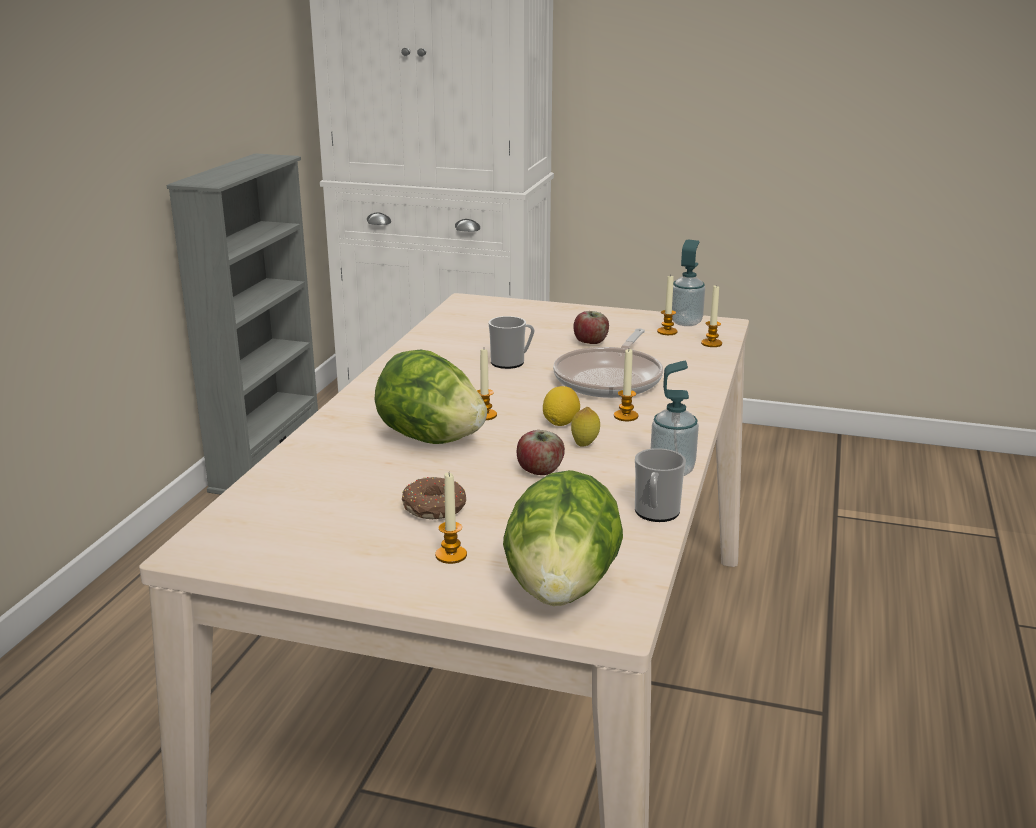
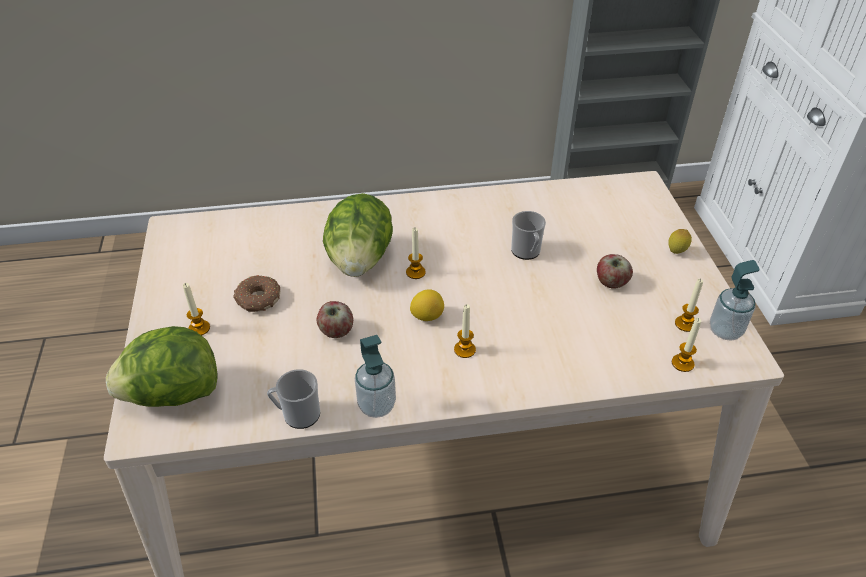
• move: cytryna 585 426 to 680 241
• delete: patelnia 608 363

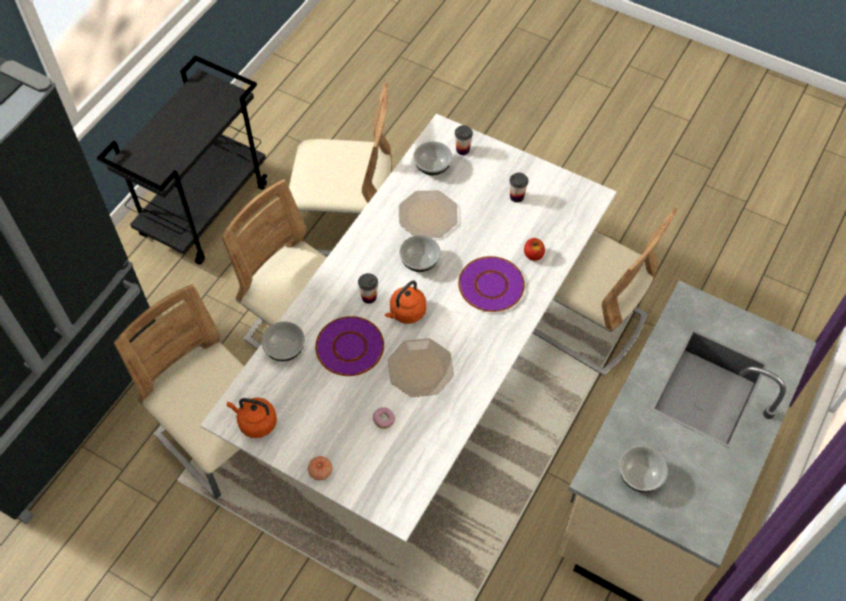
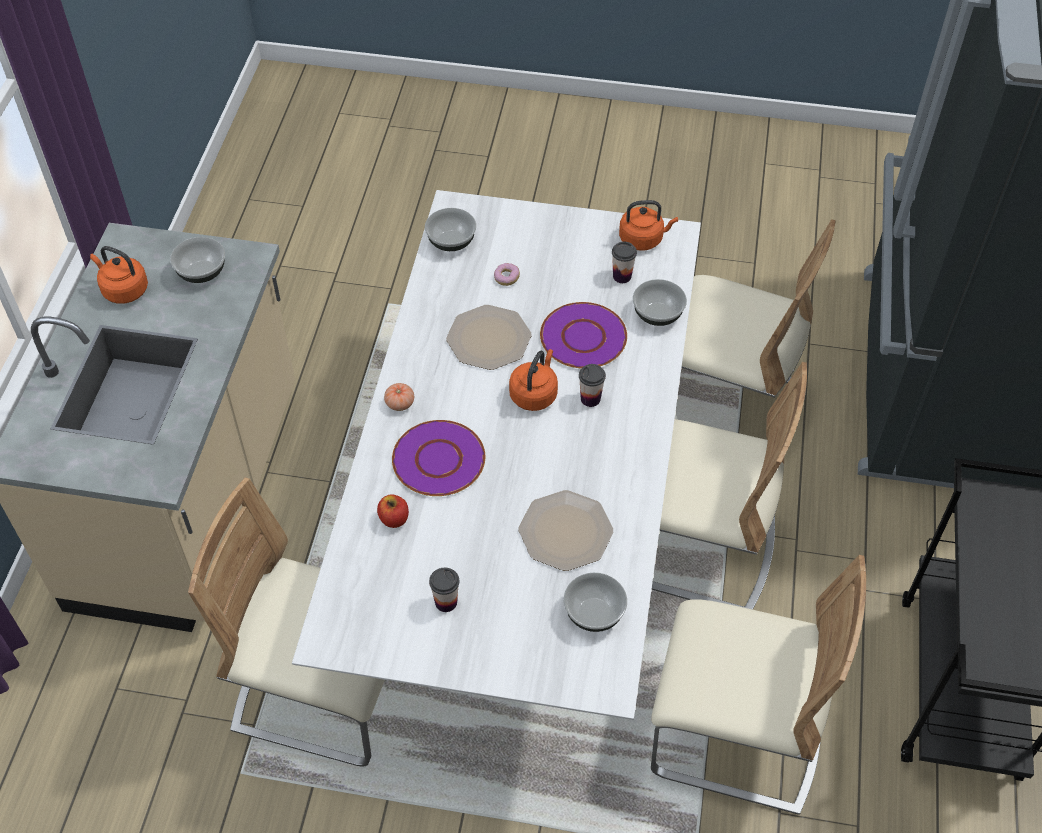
• insert: czajnik (pomarańczowy) 119 275
• move: pomidor 320 468 to 399 397
• move: miska 420 253 to 450 229
• move: filiżanka 464 140 to 624 262
• rotate: krzesło (beżowy) 340 169 = 758 685 150 degrees counterclockwise

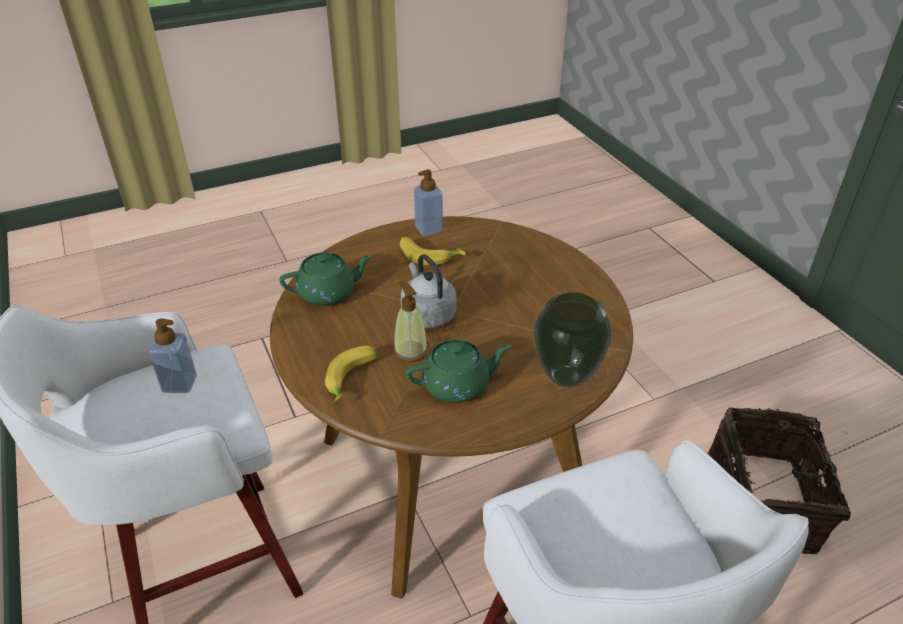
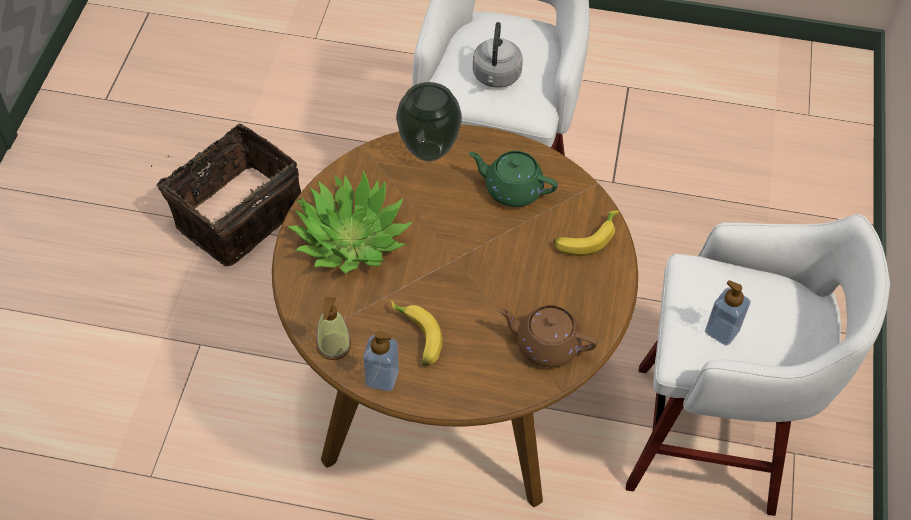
• insert: roślina doniczkowa 350 222
• move: dozownik mydła 411 321 to 334 328
• move: czajnik (szary) 429 291 to 498 55
• recolor: imbryk (zielony) 325 279 to imbryk (brązowy) 548 336

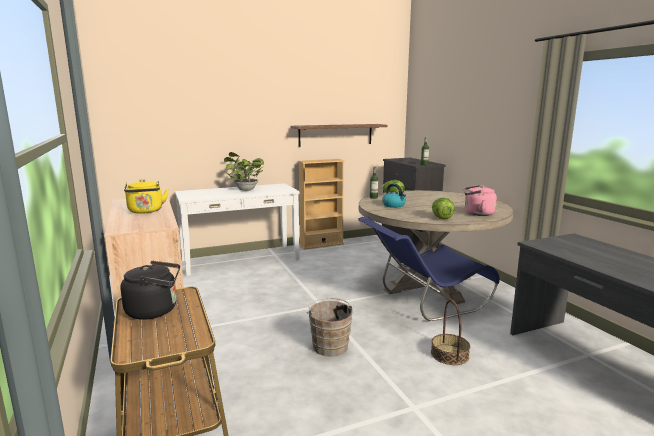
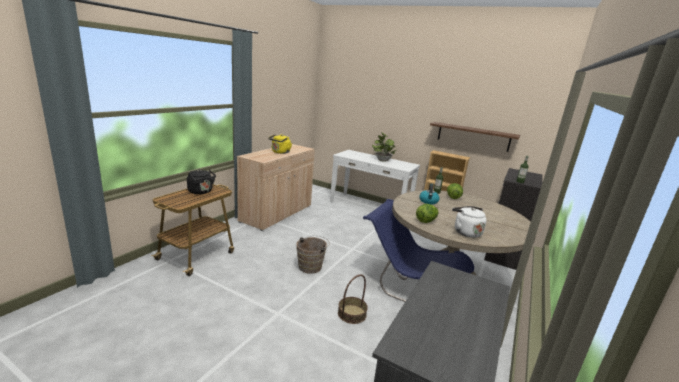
• recolor: czajnik (różowy) 480 200 to czajnik (biały) 469 222

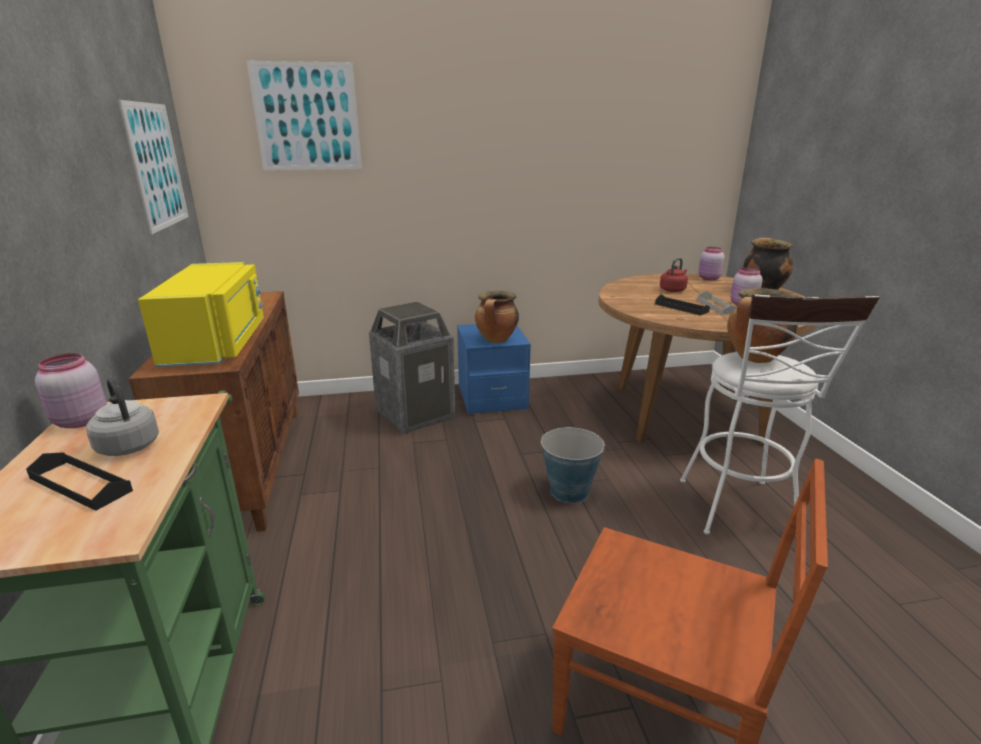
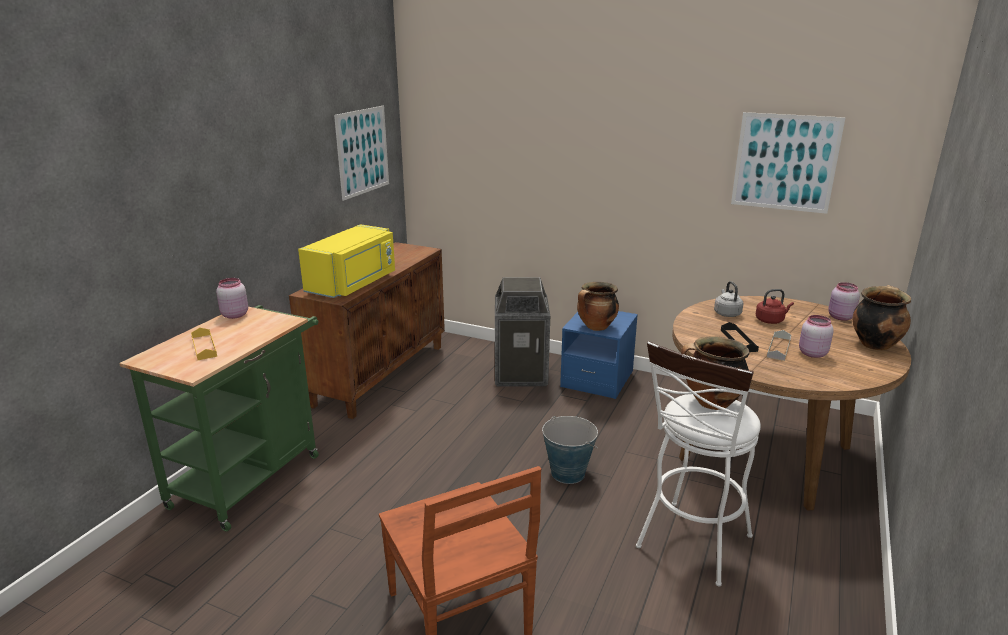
• recolor: taca (czarny) 79 481 to taca (żółty) 204 344
• move: czajnik (szary) 122 417 to 728 299
• move: obraz 304 115 to 788 163

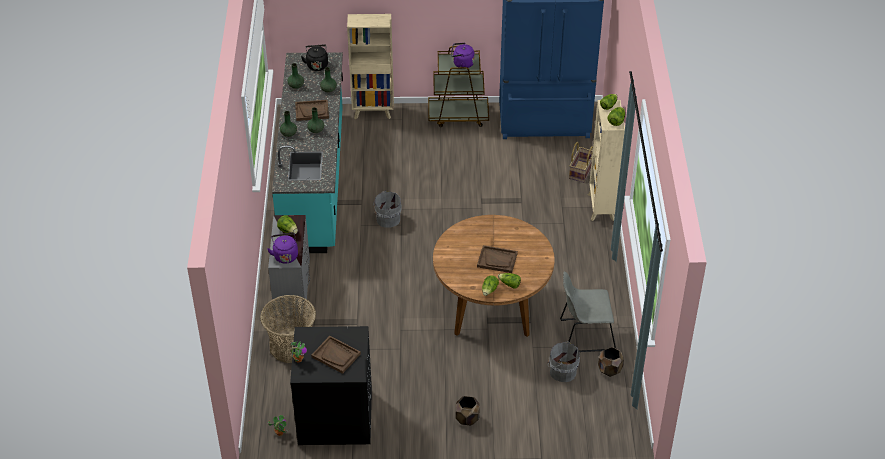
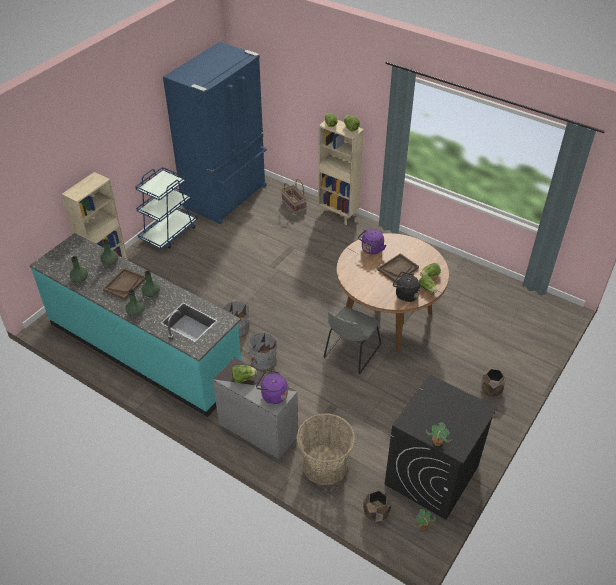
• recolor: wózek (brązowy) 458 86 to wózek (niebieski) 166 208
• move: wiadro (szary) 564 361 to 261 351
• move: krzesło (szary) 588 311 to 352 340
• move: czajnik (fioletowy) 463 55 to 372 241
• move: donica (brązowy) 611 362 to 377 506
• move: czajnik (czarny) 314 57 to 406 287
• delete: taca (brązowy) 336 355

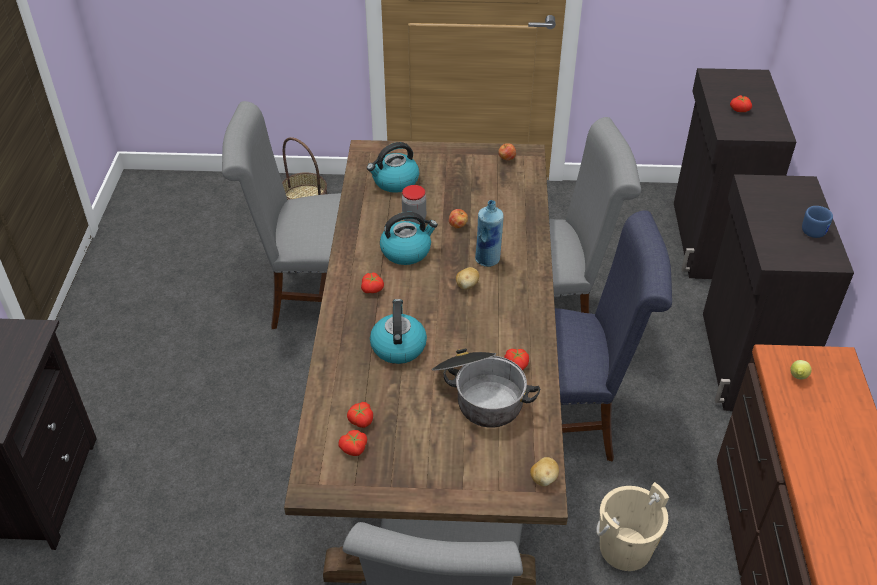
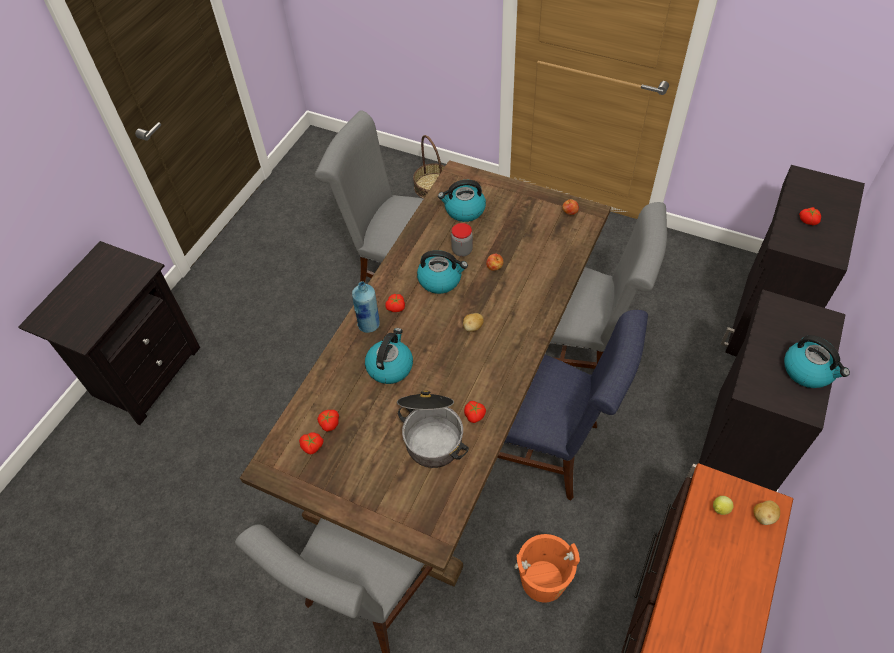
• move: butelka (niebieski) 489 233 to 366 307
• recolor: wiadro (beżowy) 632 526 to wiadro (pomarańczowy) 547 568
• move: ziemniak 544 471 to 766 512
• replace: kubek (niebieski) 817 222 to czajnik 817 361

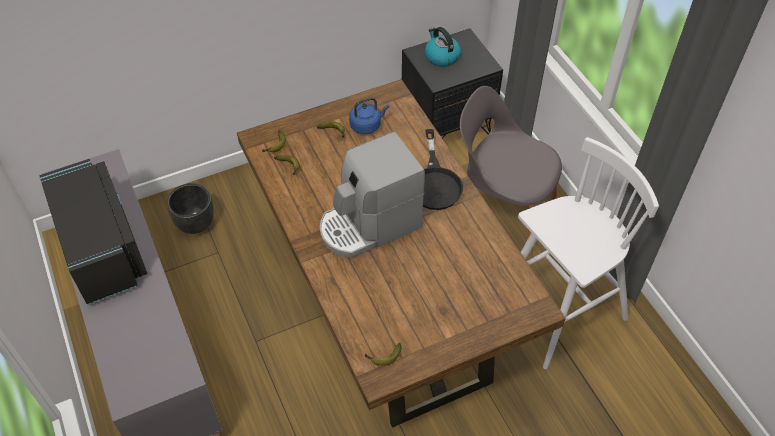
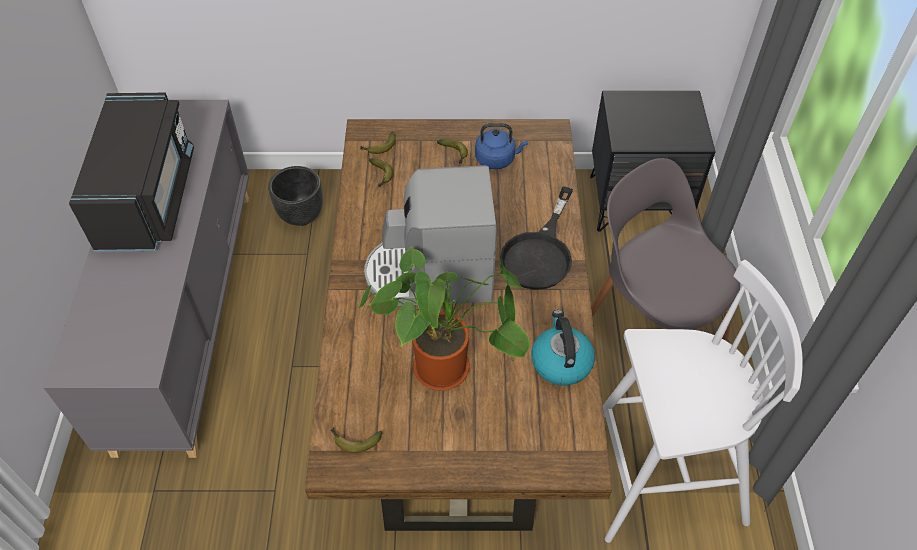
• insert: roślina doniczkowa 444 318
• move: czajnik 443 47 to 563 347

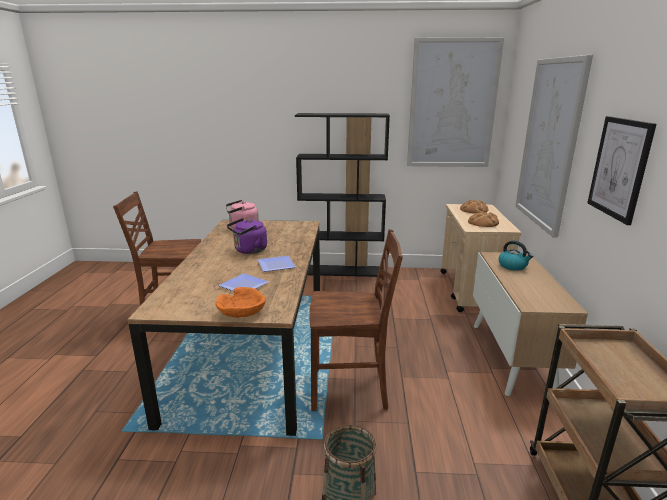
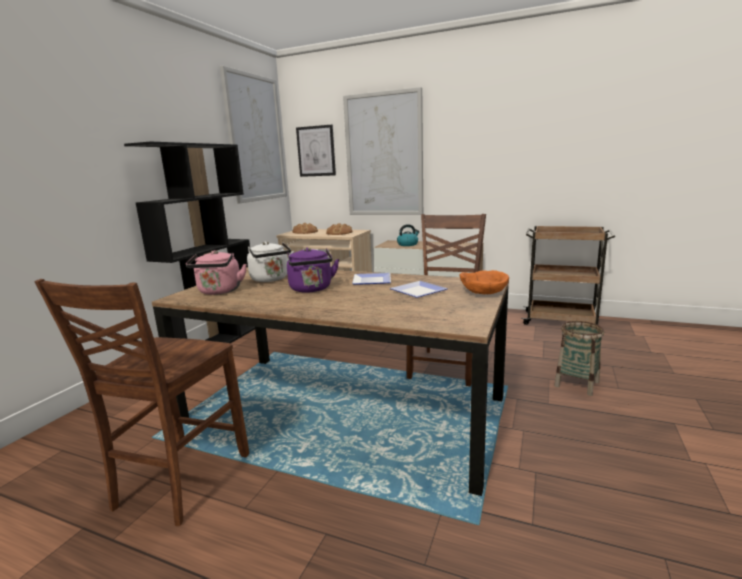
• insert: czajnik (biały) 270 261
• move: obraz 621 170 to 316 151

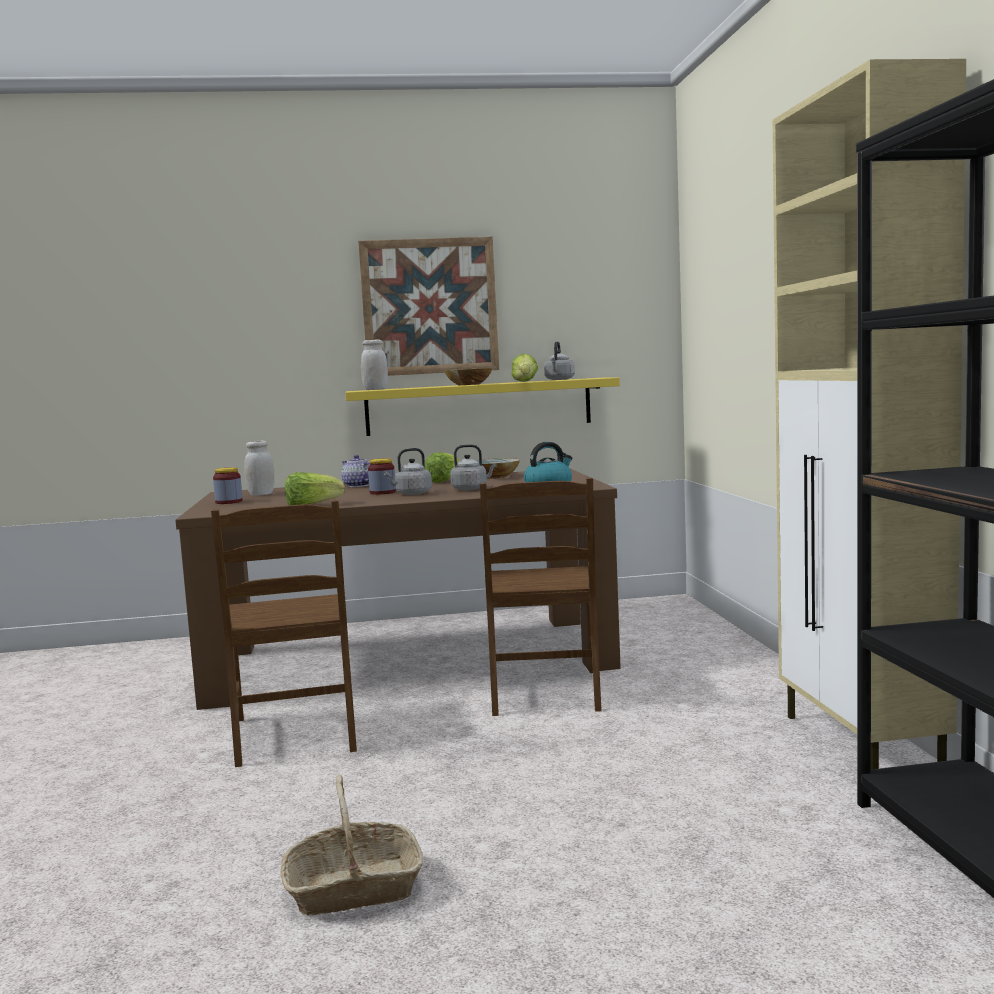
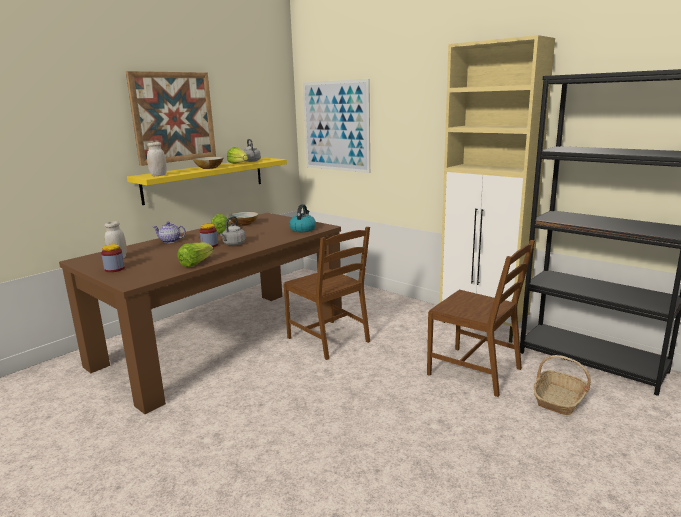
• insert: obraz 336 126
• move: krzesło (brązowy) 284 633 to 481 318
• move: koszyk 351 845 to 562 385
• delete: czajnik (szary) 473 467

